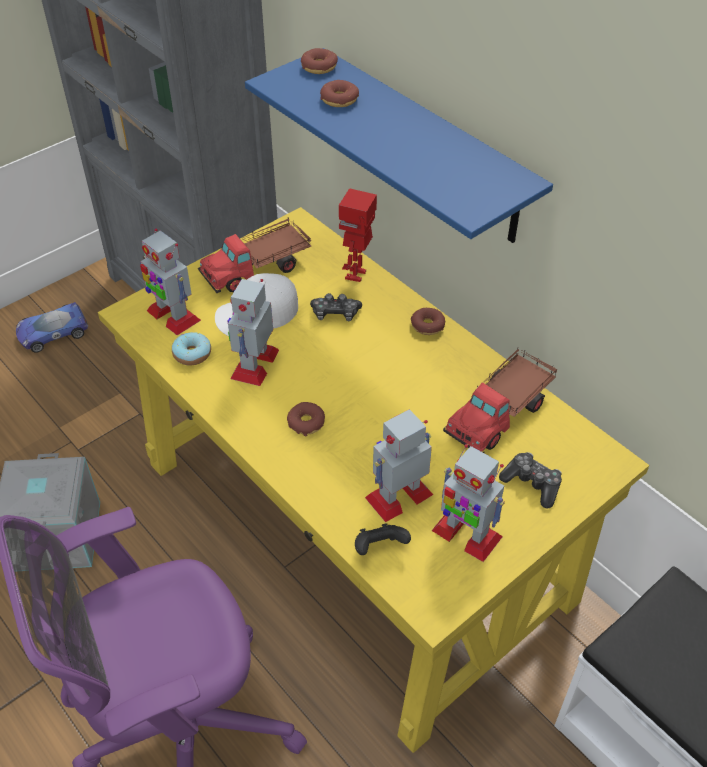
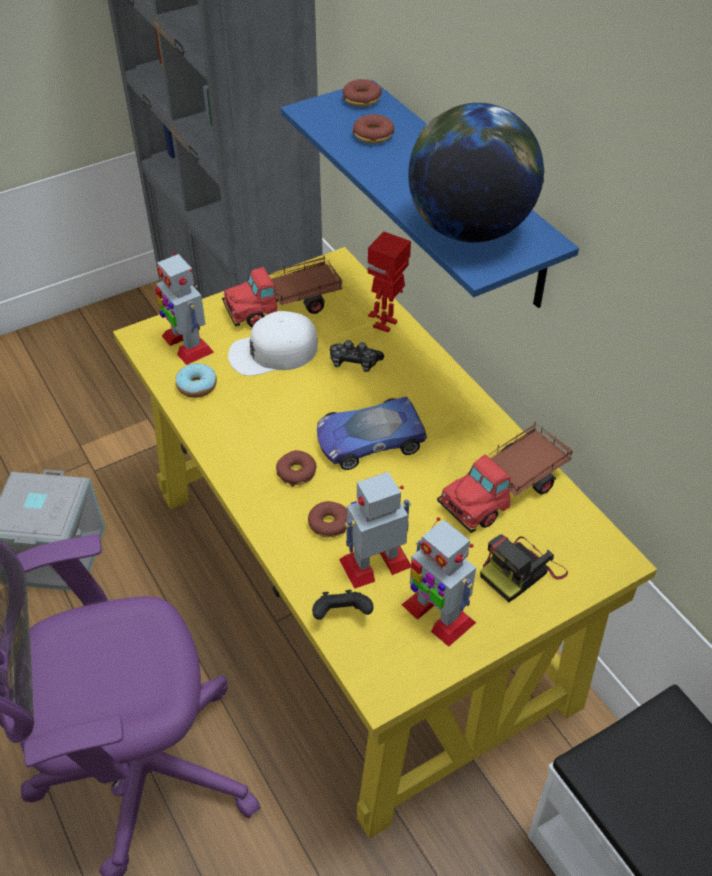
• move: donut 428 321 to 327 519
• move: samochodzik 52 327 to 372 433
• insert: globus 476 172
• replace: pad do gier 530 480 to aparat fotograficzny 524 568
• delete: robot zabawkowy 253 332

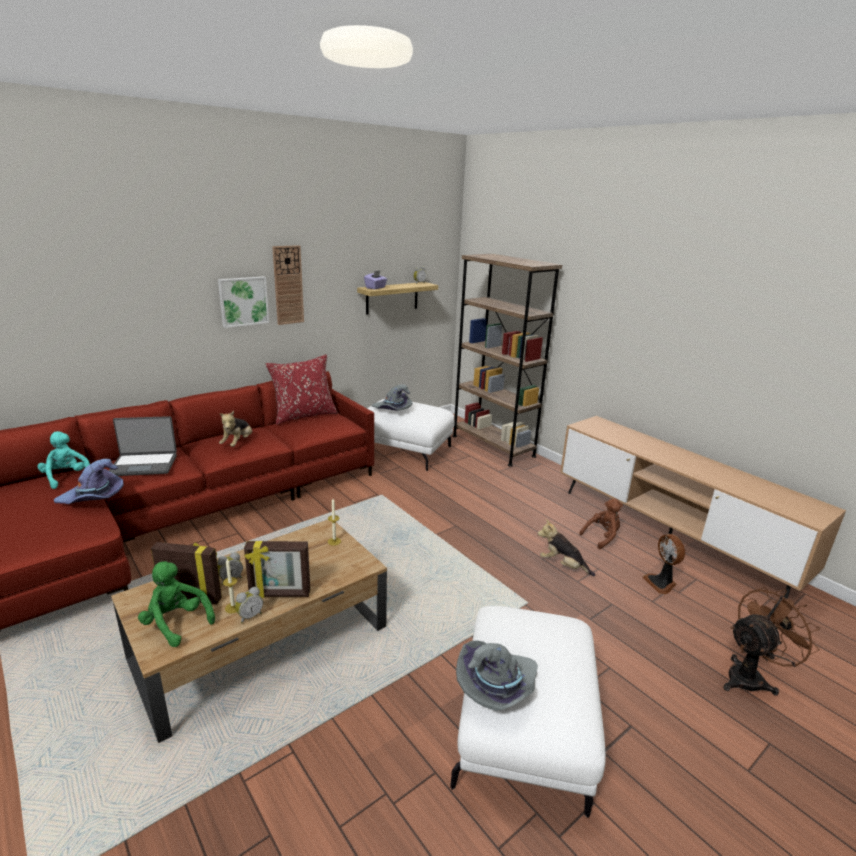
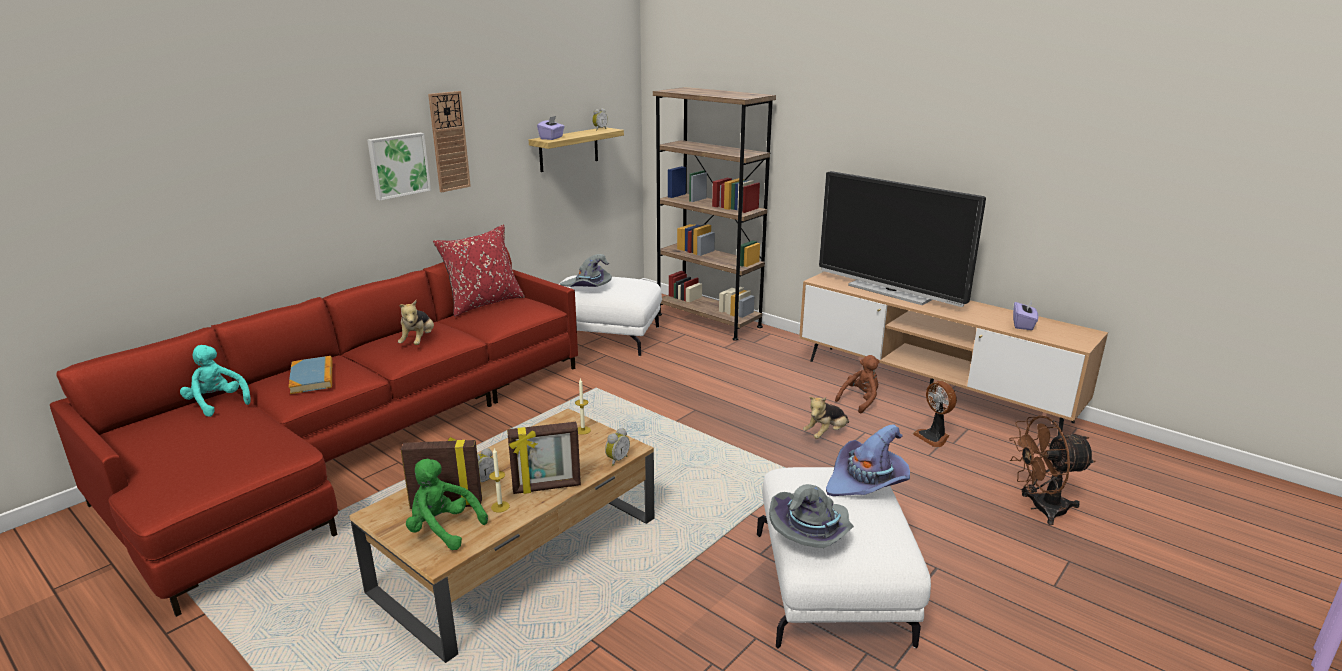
• replace: laptop 143 446 to książka 310 375
• move: budzik 249 605 to 617 447
• rotate: pluszak 566 547 = 826 418 60 degrees counterclockwise
• insert: telewizor 902 239
• move: kapelusz (fioletowy) 89 481 to 868 460
• rotate: wentylator (brązowy) 772 641 = 1052 470 150 degrees counterclockwise
• insert: pudełko chusteczek (fioletowy) 1025 315

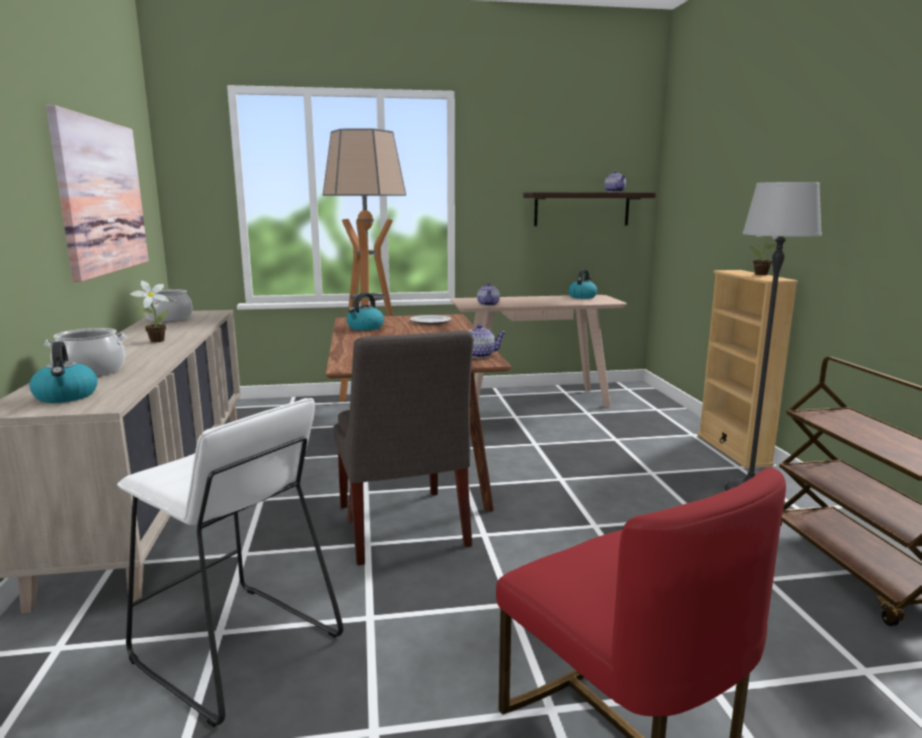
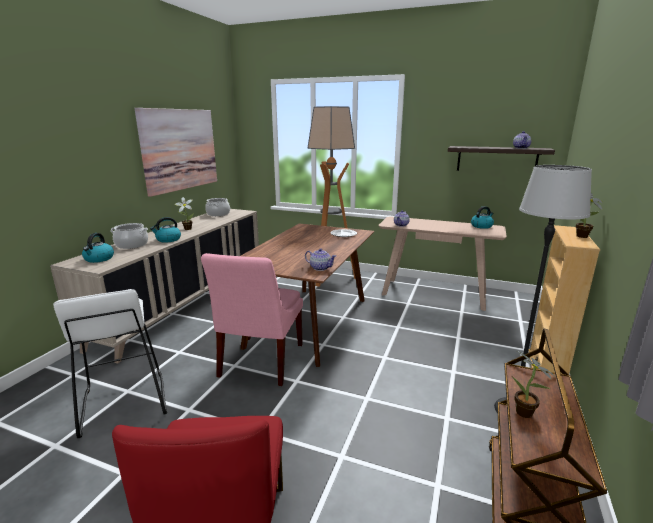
• move: czajnik 365 312 to 165 230
• recolor: krzesło (szary) 403 447 to krzesło (różowy) 252 319
• insert: roślina doniczkowa 534 384

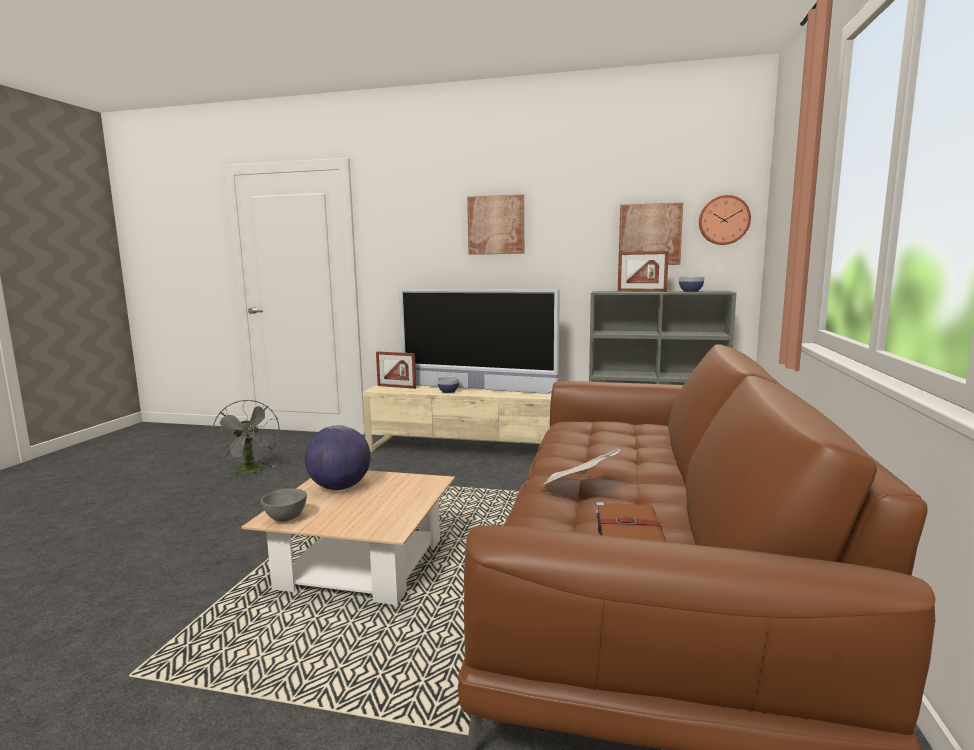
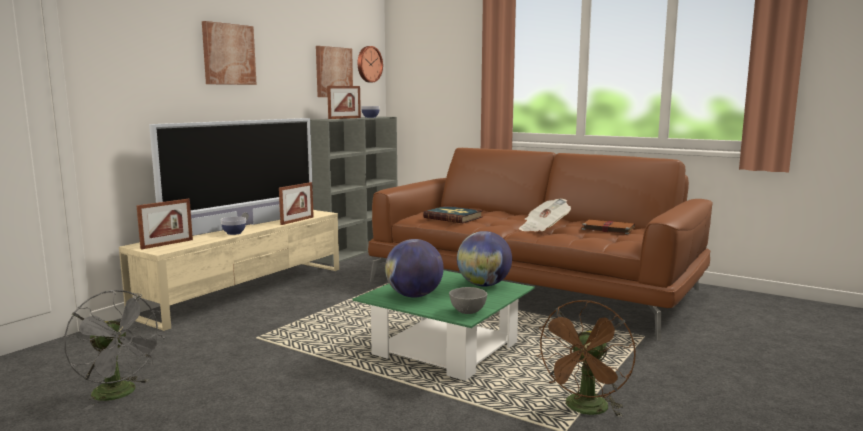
• rotate: wentylator (szary) 246 438 = 114 350 45 degrees clockwise
• insert: ramka na zdjęcie 296 203
• recolor: ława (beżowy) 348 537 to ława (zielony) 444 325
• insert: książka 452 214
• insert: globus 484 259
• insert: wentylator (brązowy) 586 358

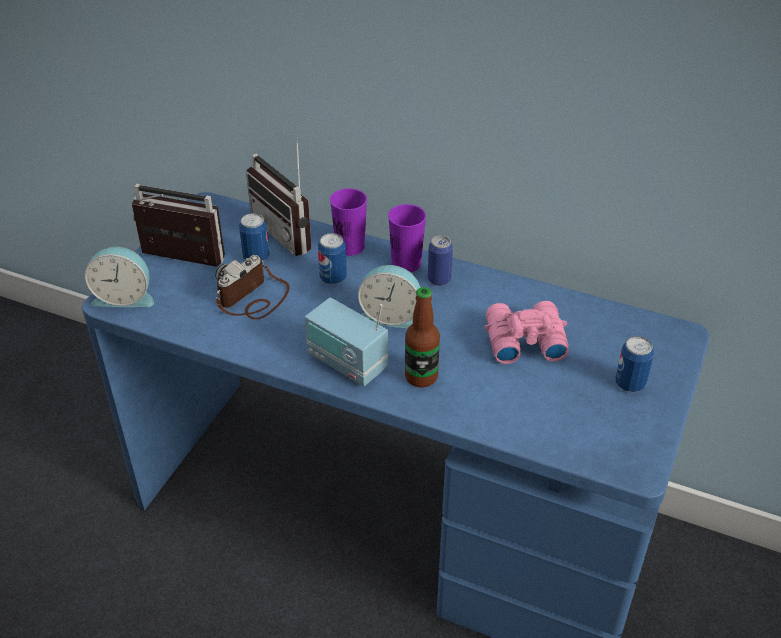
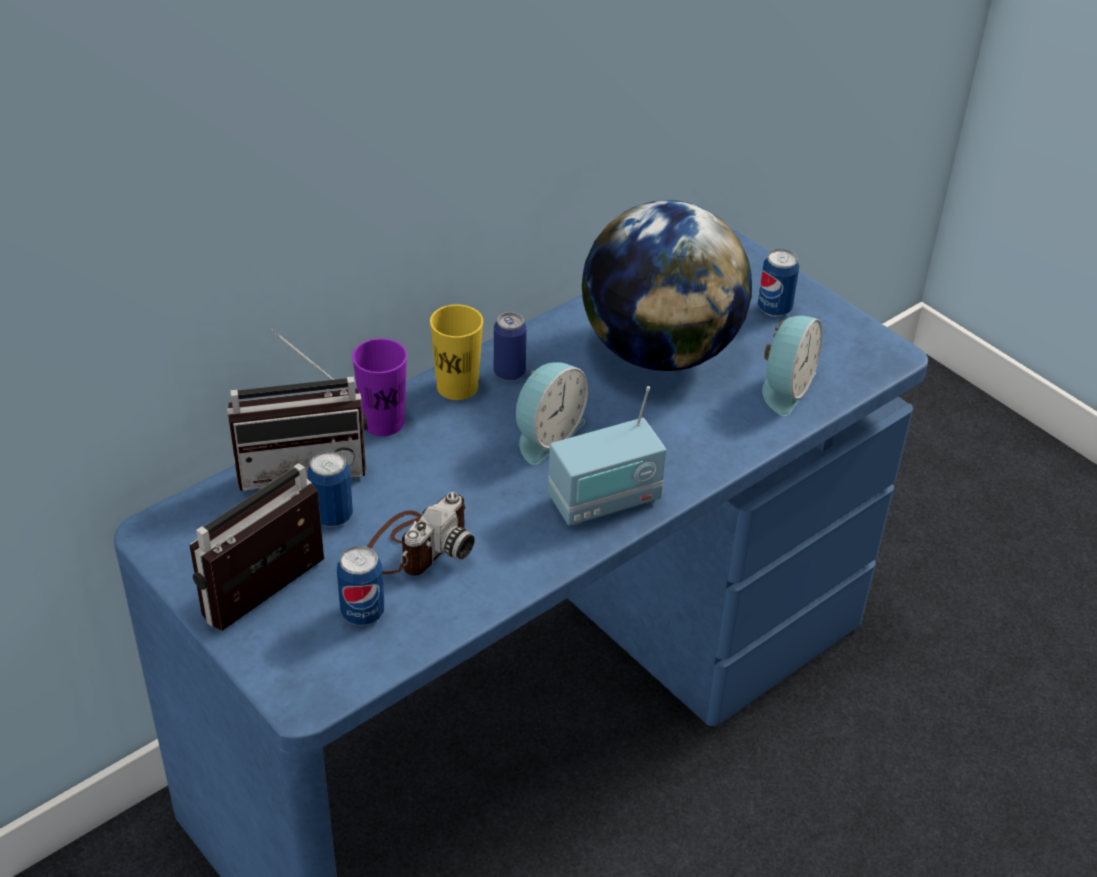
• move: puszka 332 259 to 361 585
• rotate: aparat fotograficzny 252 287 = 421 533 120 degrees counterclockwise
• recolor: filiżanka (fioletowy) 407 238 to filiżanka (żółty) 456 352
• replace: lornetka (różowy) 526 332 to globus 667 285
• move: budzik 119 277 to 792 366
• delete: butelka 422 337

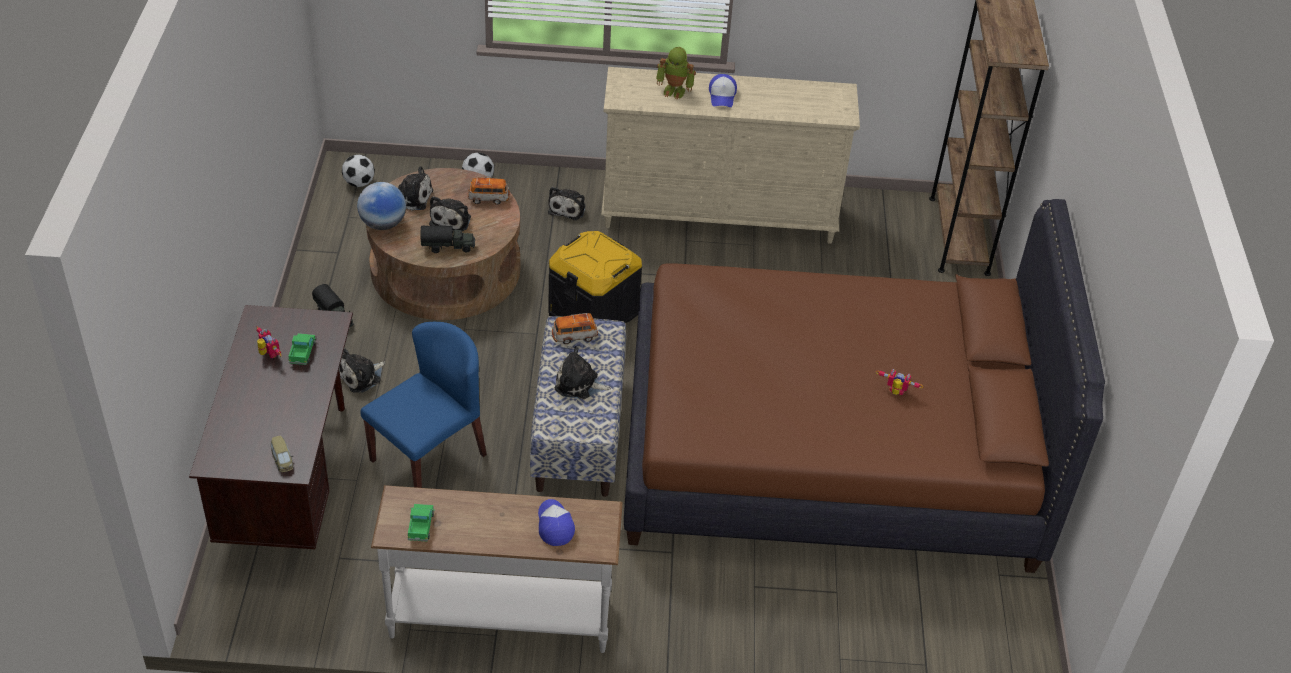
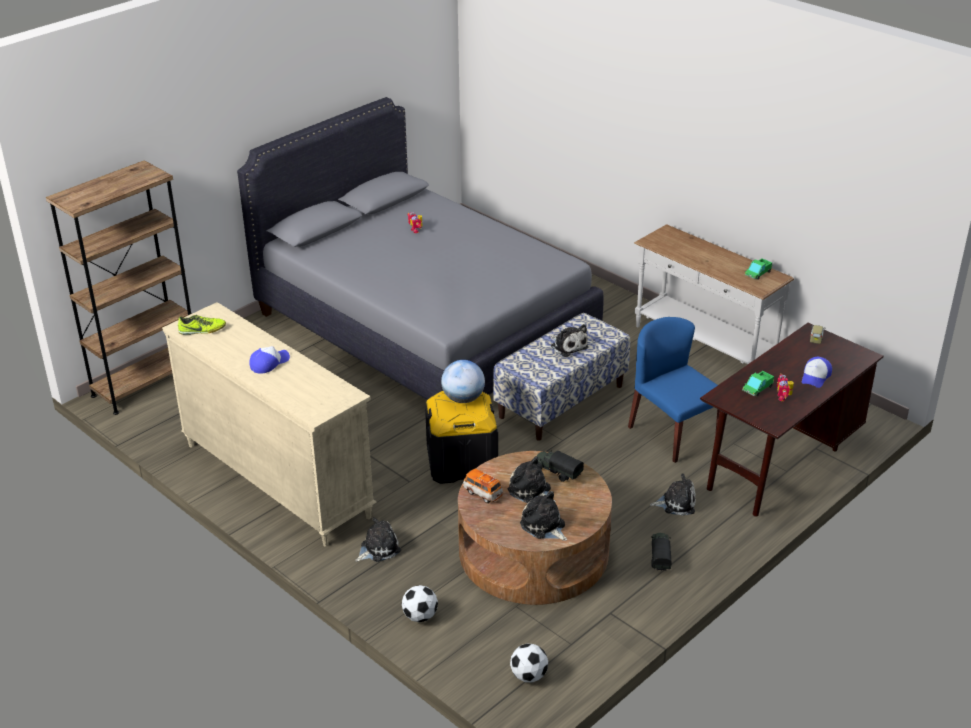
• insert: but 202 325
• recolor: łóżko (brązowy) 864 386 to łóżko (szary) 420 248
• move: globus 381 206 to 463 381
• rotate: pluszak 450 213 = 532 479 105 degrees counterclockwise
• rotate: krzesło (niebieski) 423 405 = 674 390 60 degrees clockwise
• move: czapka z daszkiem 556 522 to 817 372
• delete: samochodzik 575 328
• delete: robot zabawkowy 676 73

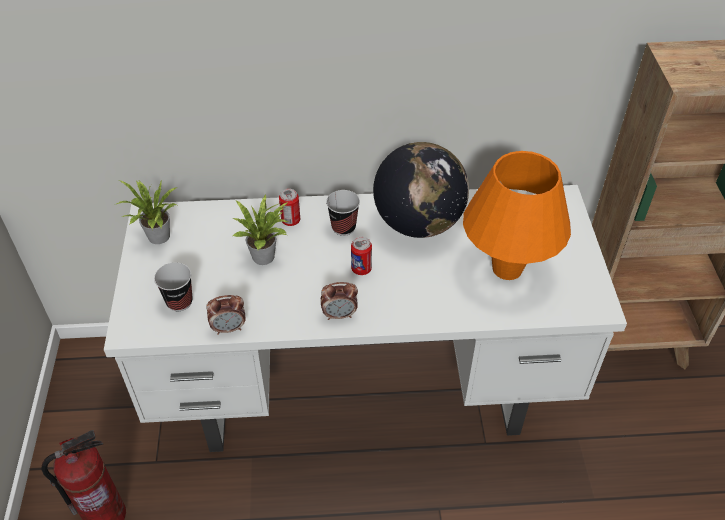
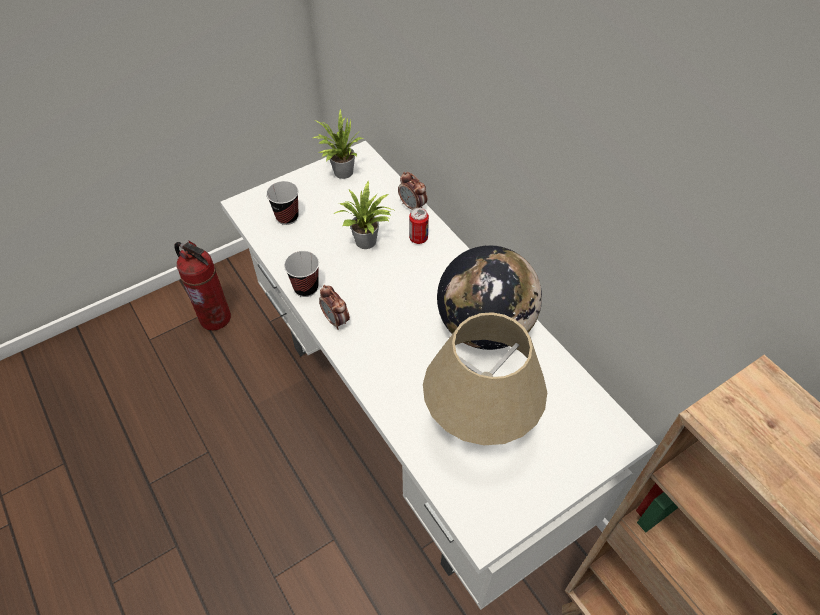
• move: filiżanka 343 213 to 301 274
• move: budzik 225 315 to 412 191
• recolor: lampa stołowa (pomarańczowy) 517 215 to lampa stołowa (beżowy) 485 378
• delete: puszka 361 256

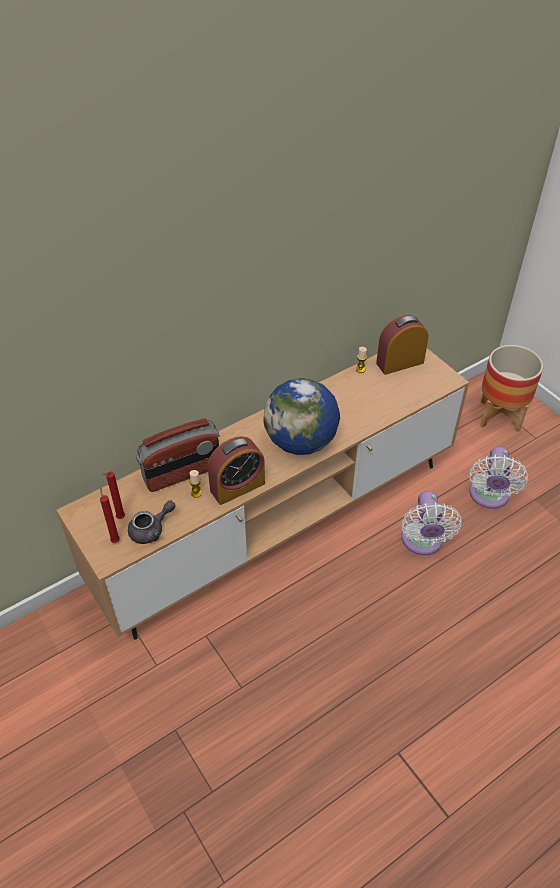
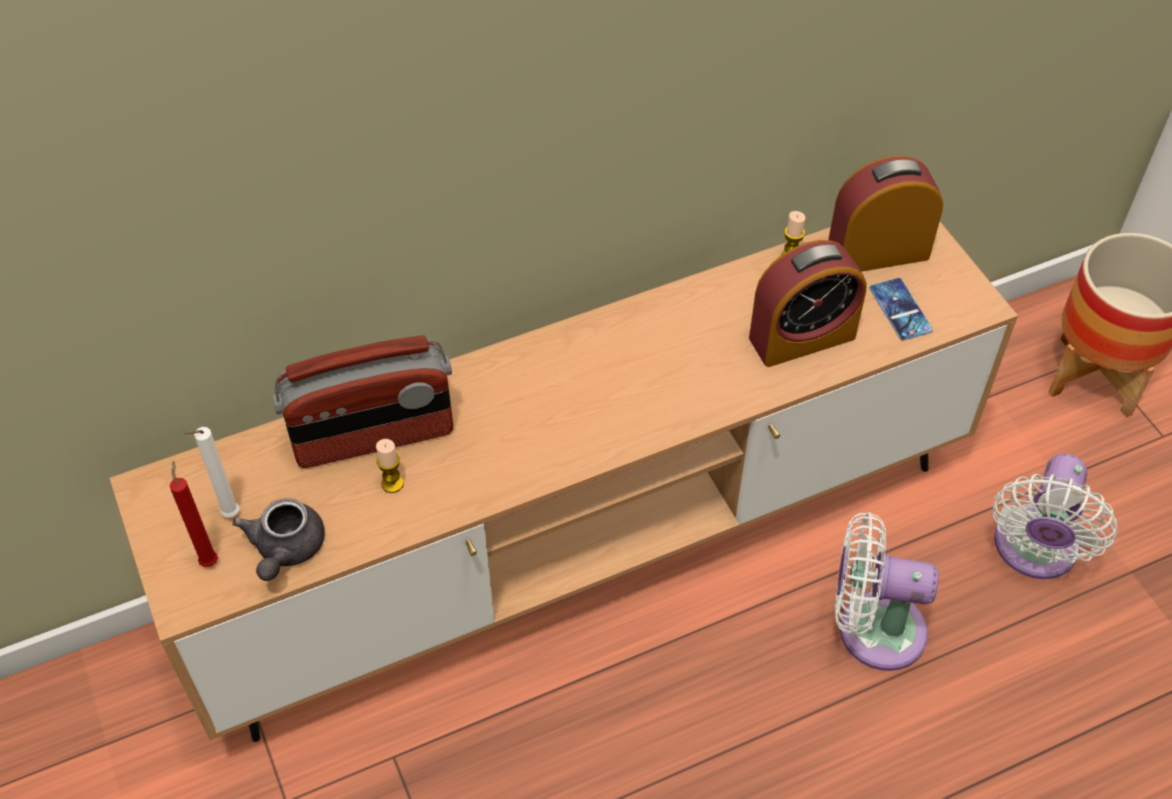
• recolor: świeca (czerwony) 114 495 to świeca (biały) 212 472
• rotate: imbryk (szary) 152 522 = 278 539 120 degrees clockwise
• move: budzik 236 470 to 808 303
• rotate: wentylator (biały) 431 523 = 887 591 90 degrees clockwise
• insert: telefon 901 309
• delete: globus 301 416

